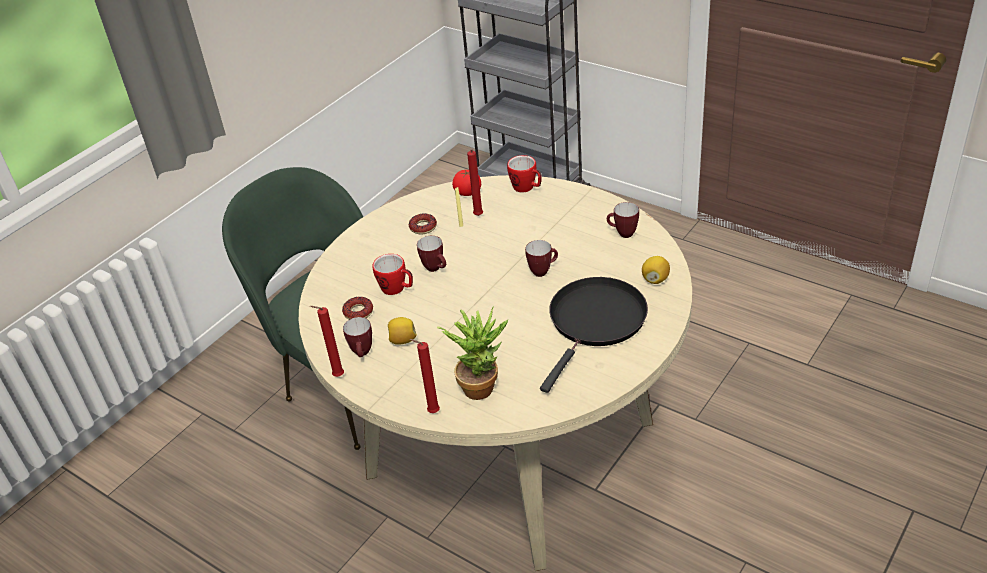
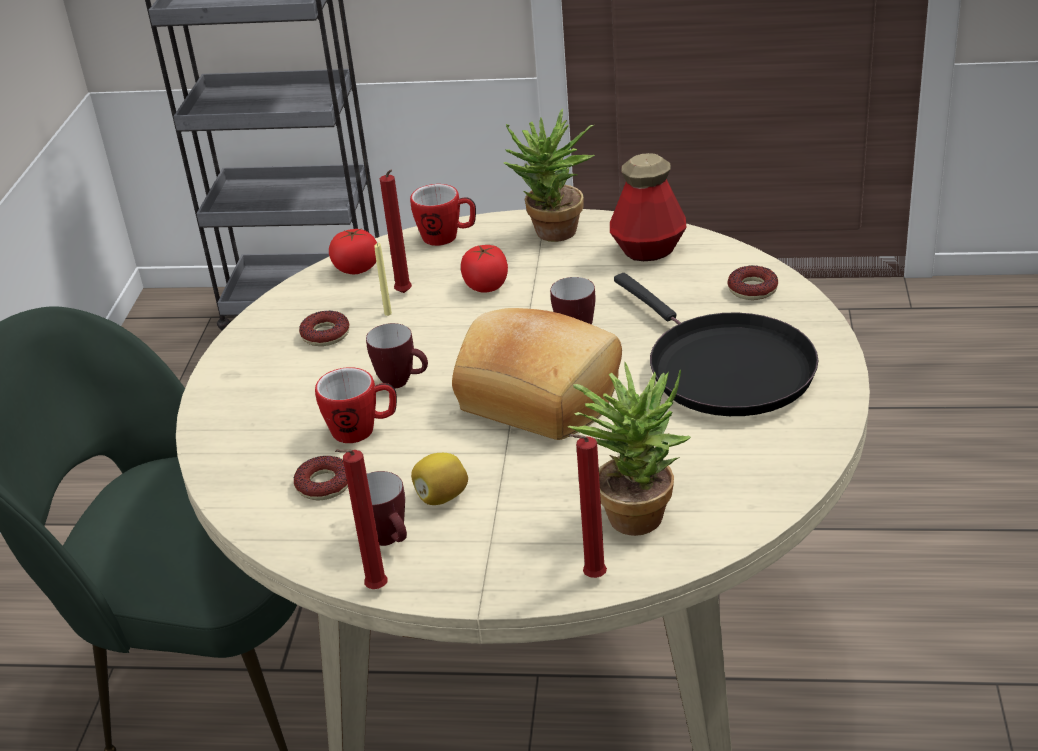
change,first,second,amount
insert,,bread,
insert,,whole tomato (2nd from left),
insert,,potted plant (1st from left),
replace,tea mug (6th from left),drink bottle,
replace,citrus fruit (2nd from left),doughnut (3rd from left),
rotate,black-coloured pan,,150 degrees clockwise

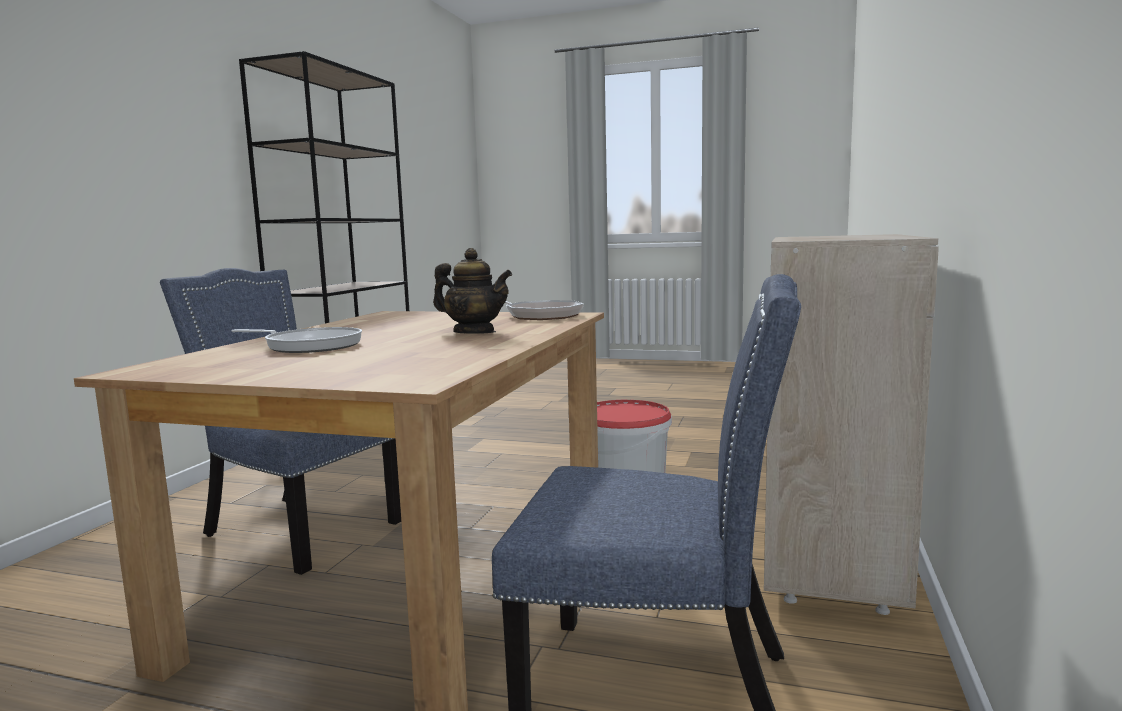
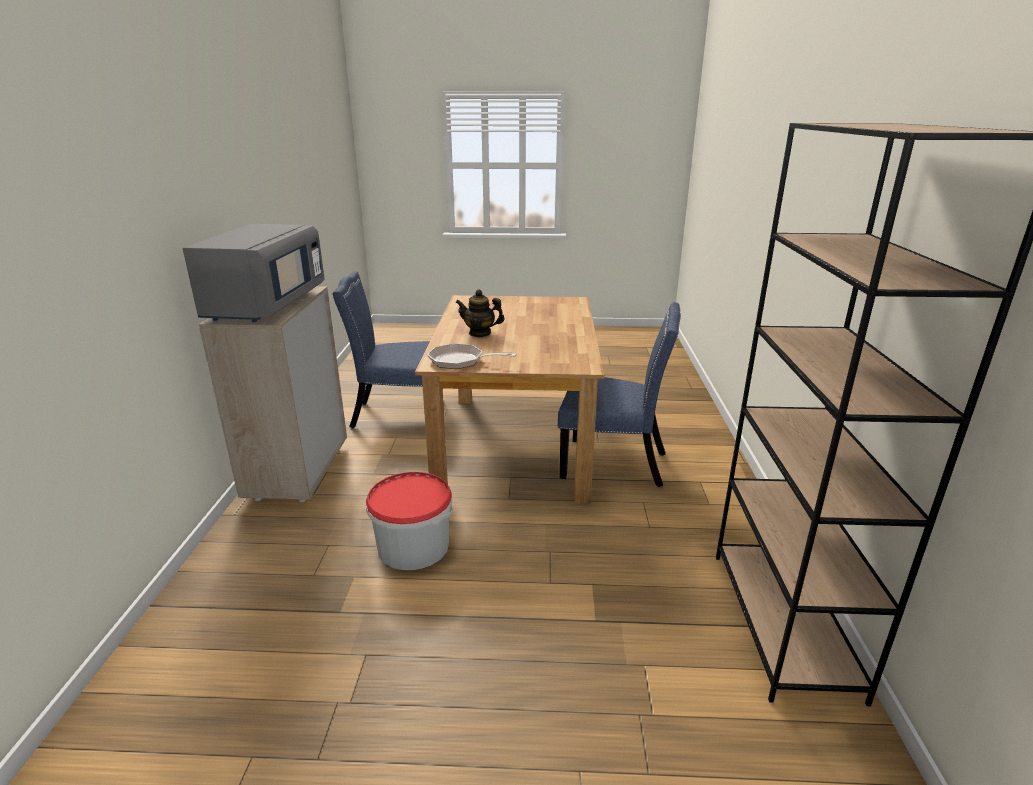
change,first,second,amount
delete,pan (1st from left),,
insert,,gray kitchen microwave,

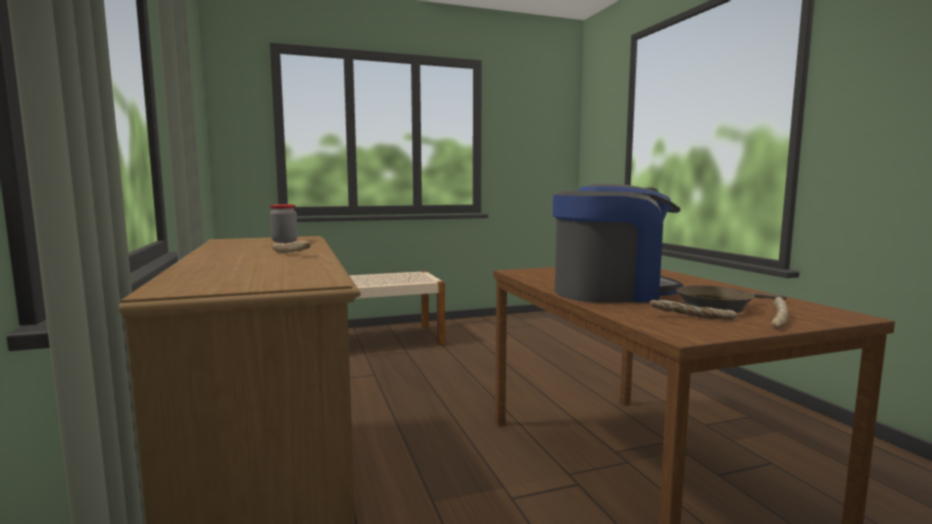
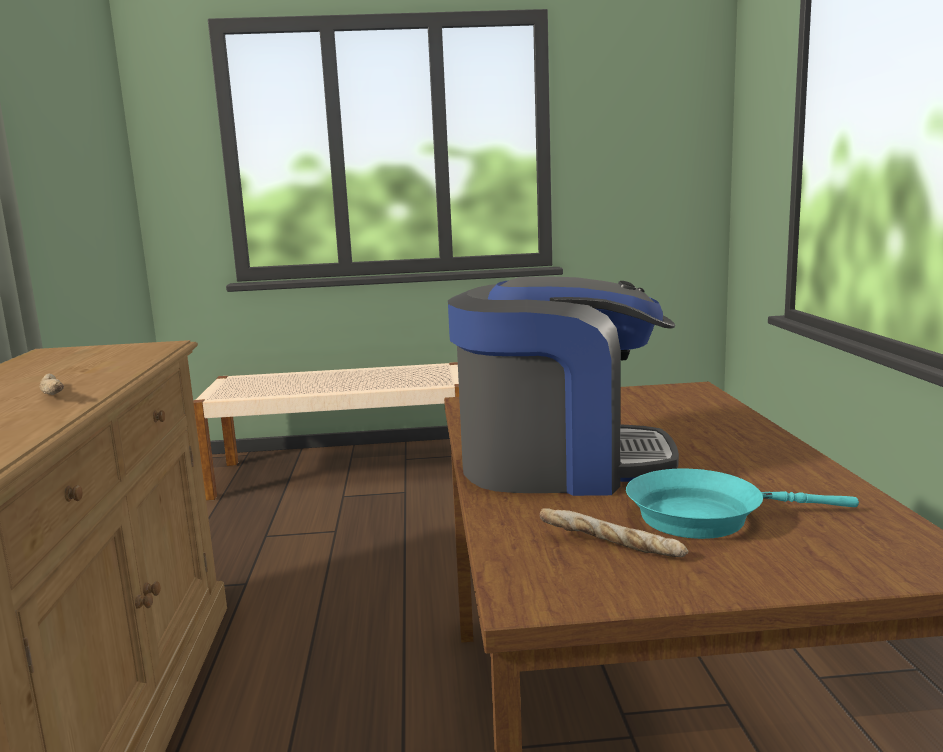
change,first,second,amount
delete,storage jar,,
delete,bread (3rd from left),,
recolor,brownish pan,turquoise-coloured pan,

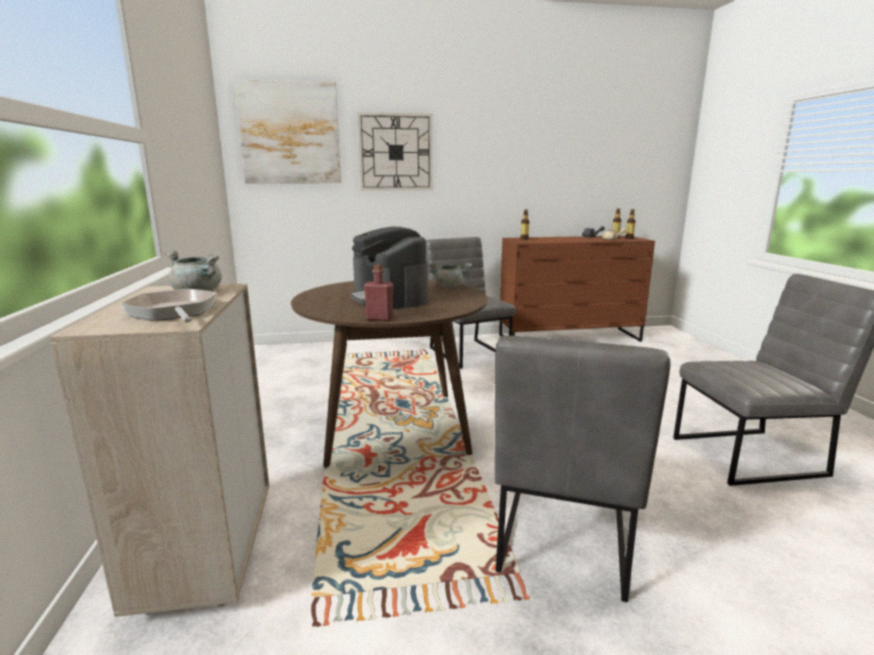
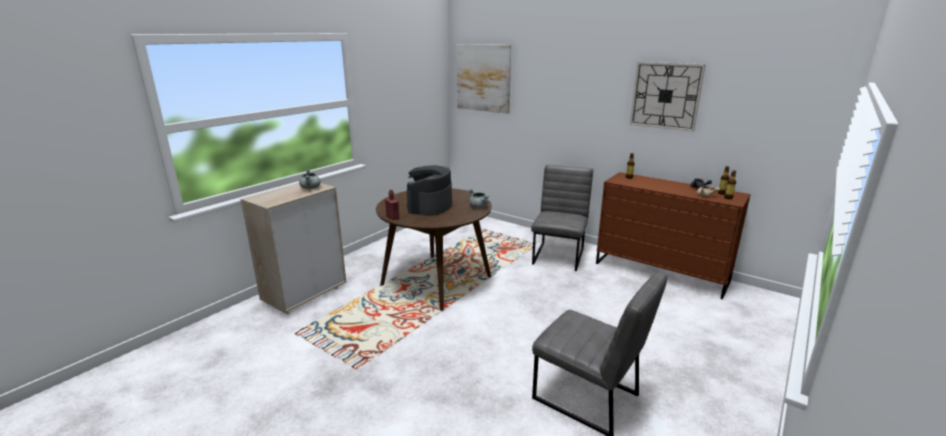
change,first,second,amount
delete,pan,,
delete,gray chair (2nd from left),,
move,hanging clock,,

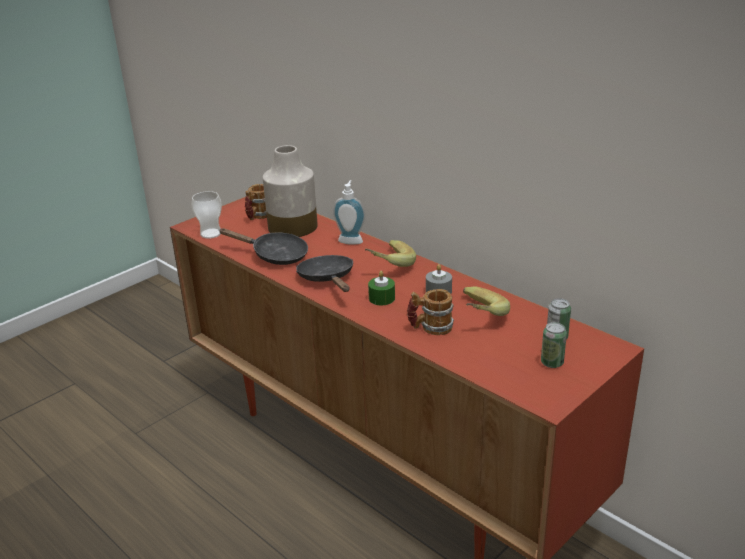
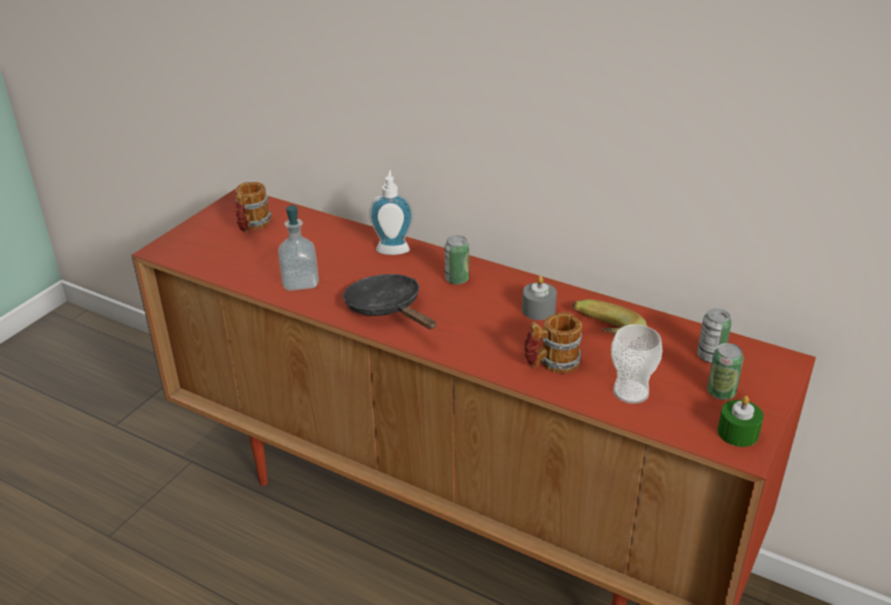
change,first,second,amount
delete,beige-coloured flower vase,,
move,drinking cup,,
move,green-coloured candle,,
replace,black-coloured pan (1st from left),soap dispenser (1st from left),
replace,banana fruit (1st from left),sealed can (1st from left),

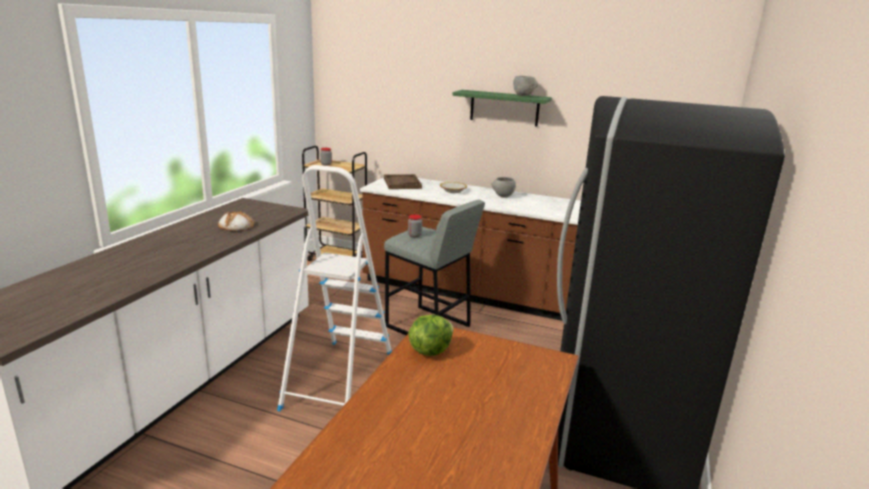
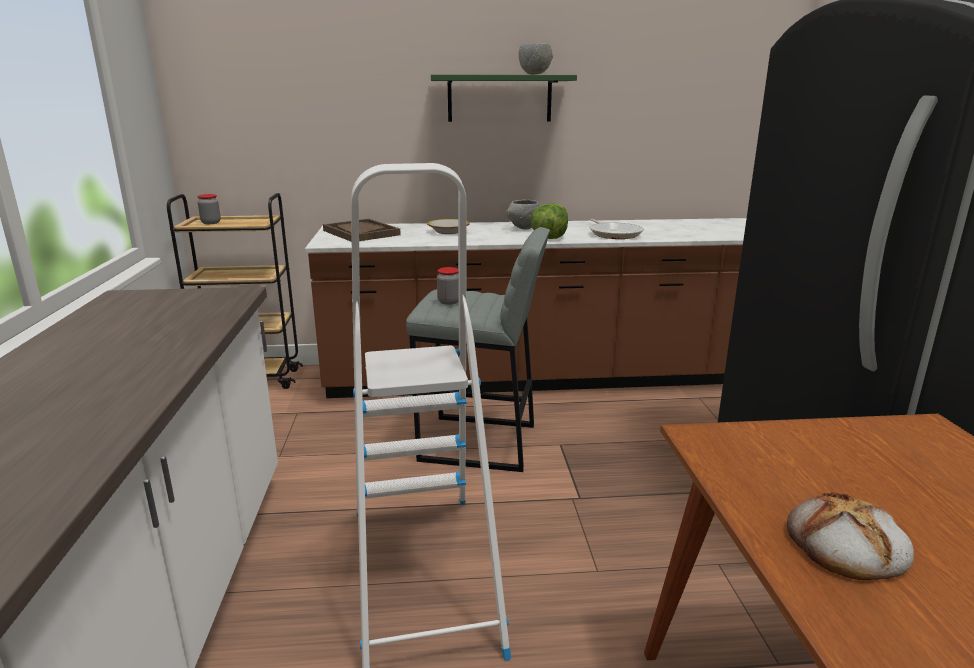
change,first,second,amount
insert,,pan,
move,bread,,
move,lettuce,,

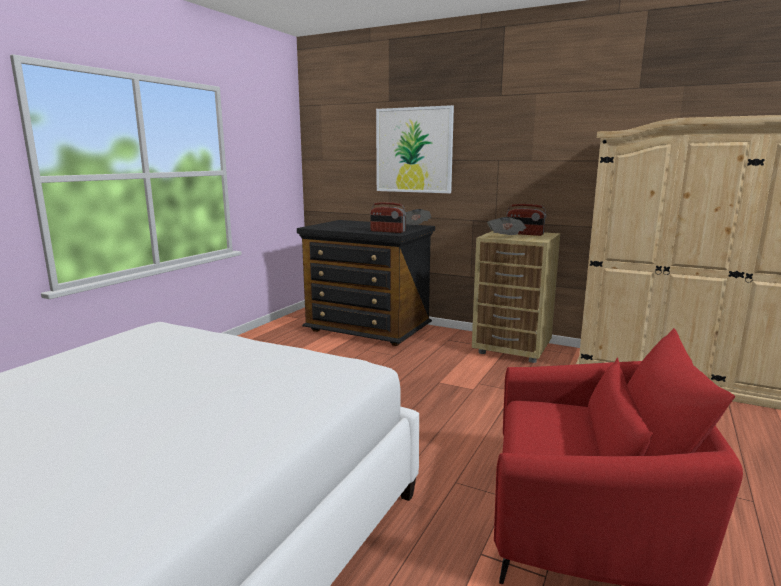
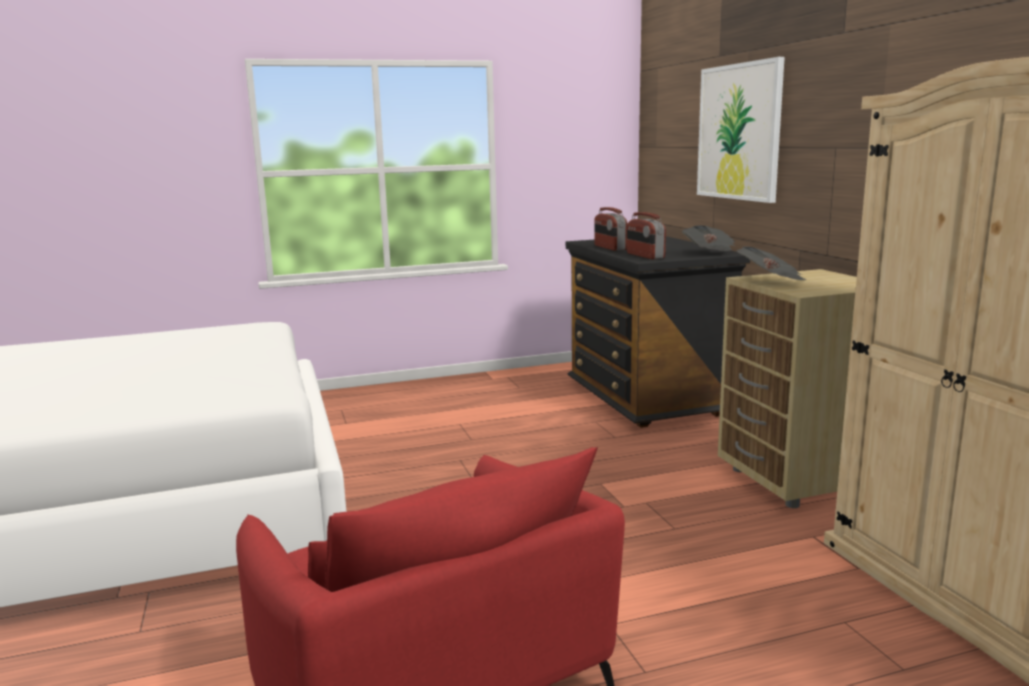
change,first,second,amount
move,radio (2nd from left in the first image),radio (1st from left),

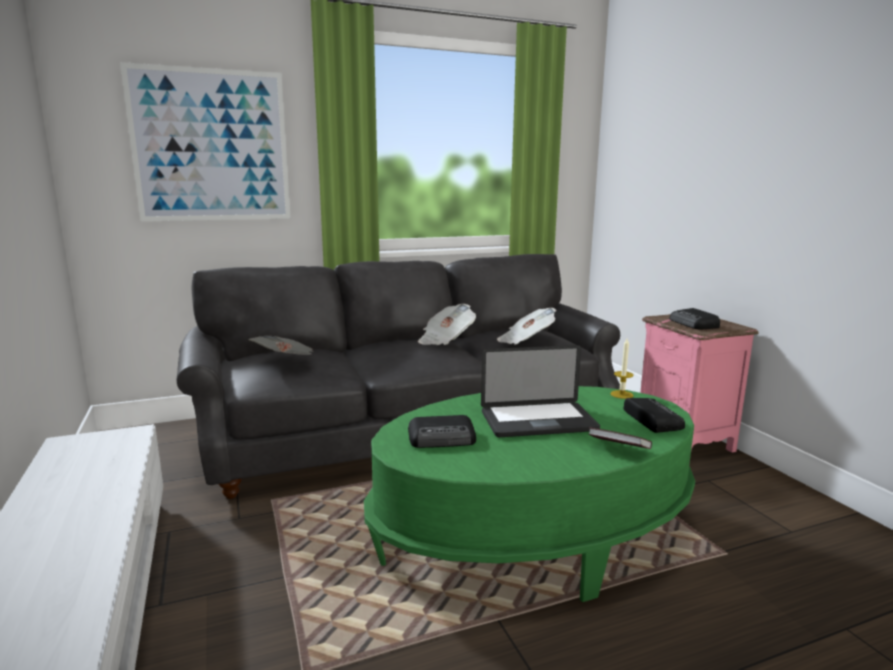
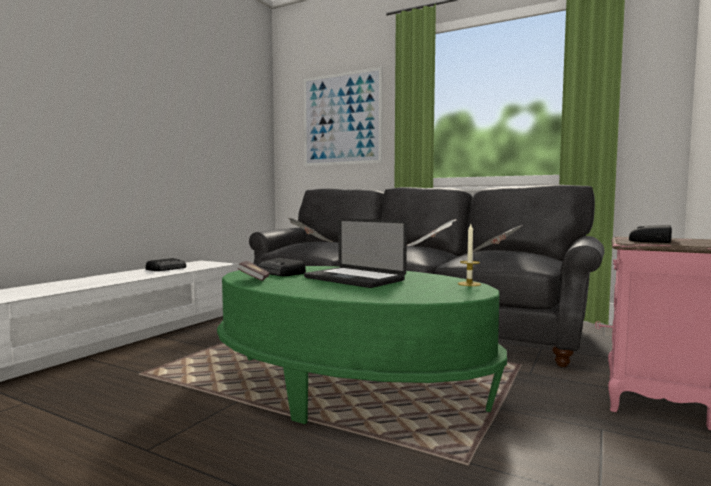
change,first,second,amount
move,bound book,,
move,radio (2nd from left in the first image),radio (1st from left),

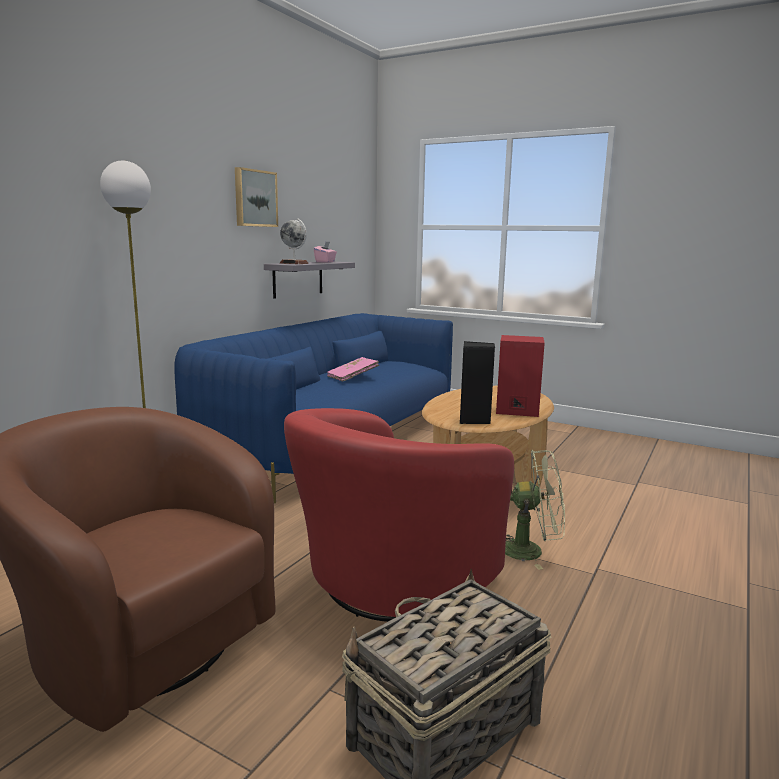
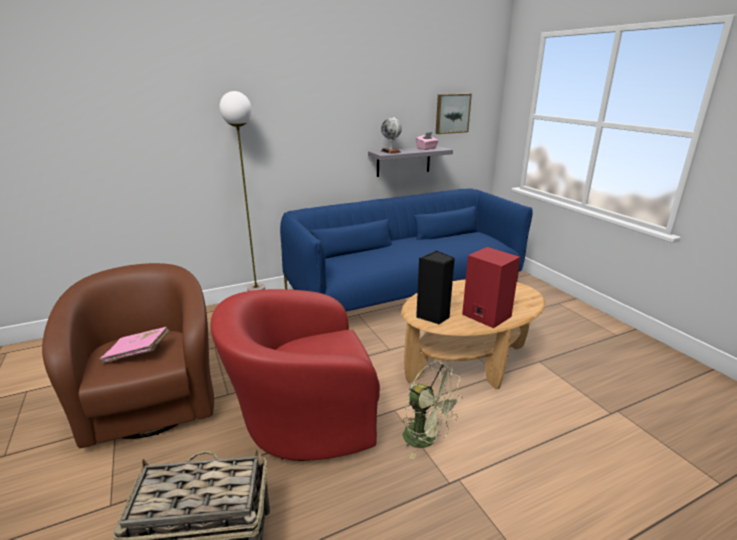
change,first,second,amount
move,wall art,,
move,pink-coloured bound book,,

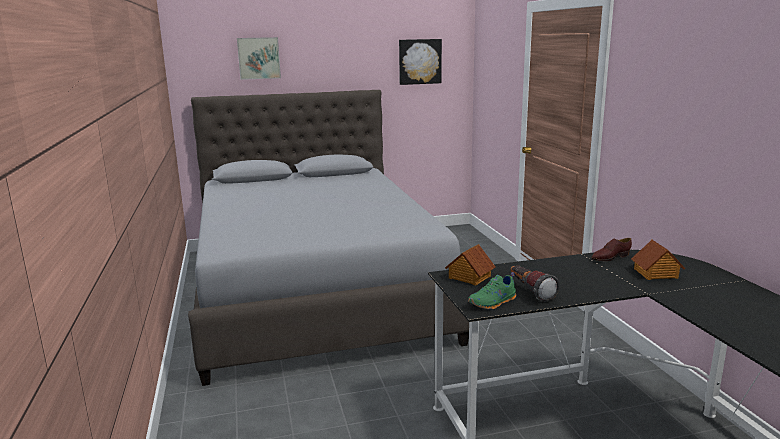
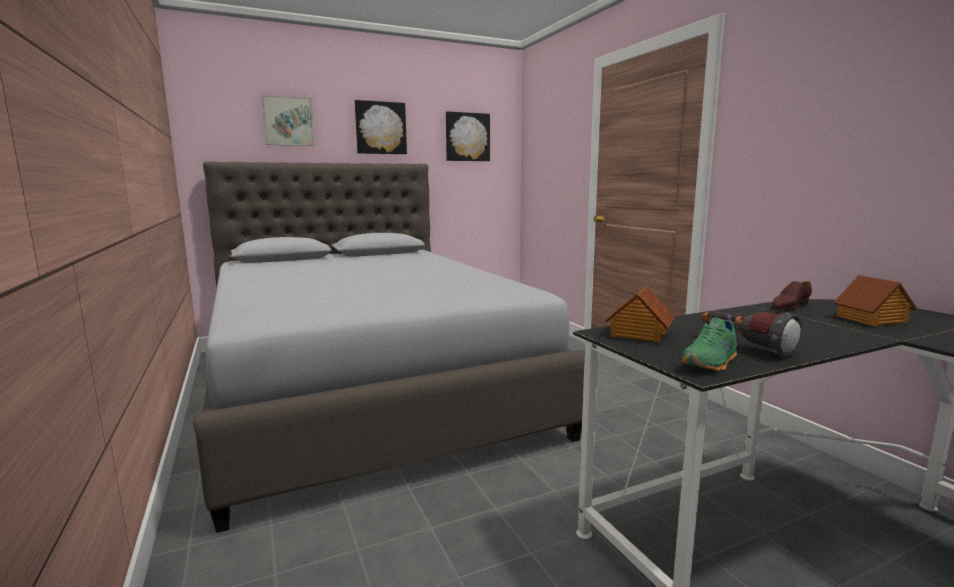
change,first,second,amount
insert,,wall art (2nd from left),

